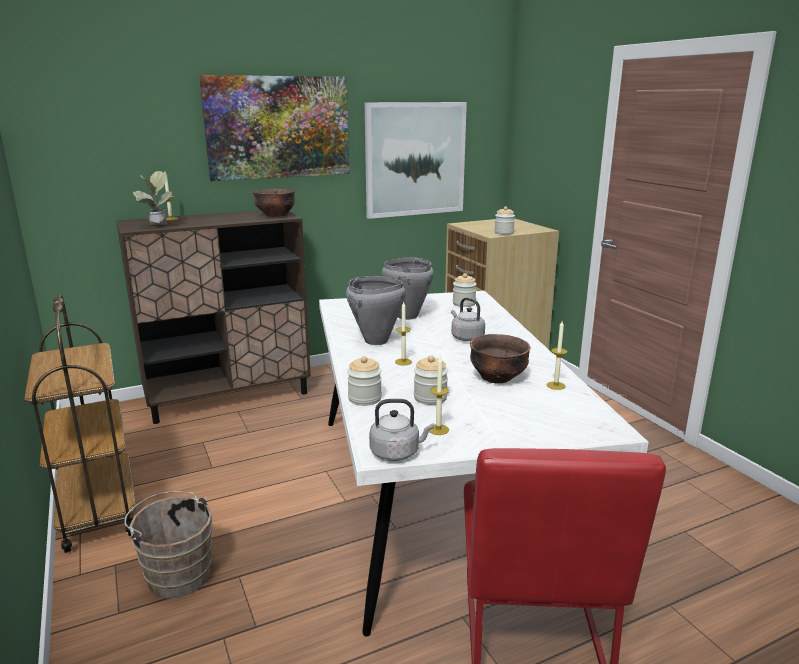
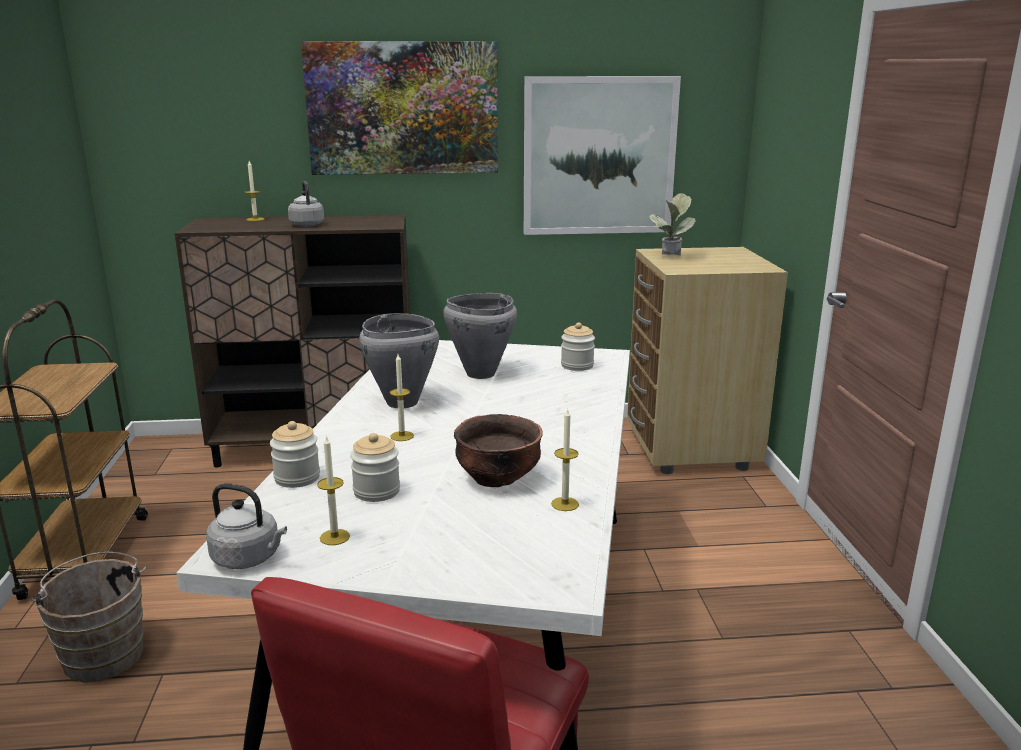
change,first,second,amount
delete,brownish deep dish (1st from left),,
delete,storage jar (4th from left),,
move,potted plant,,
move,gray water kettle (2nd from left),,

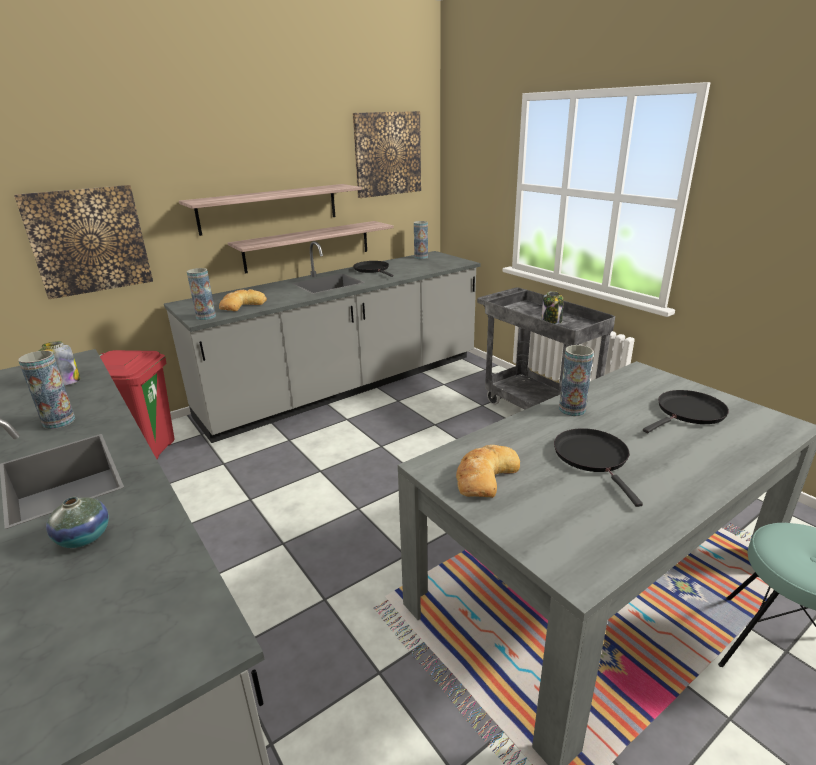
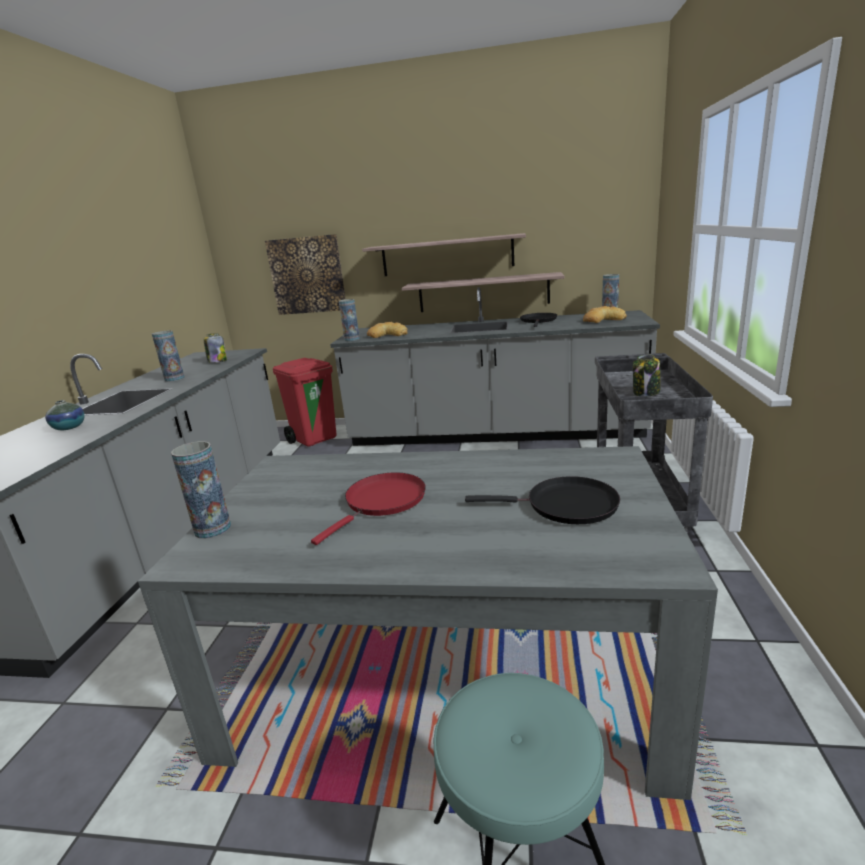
change,first,second,amount
delete,wall art (2nd from left),,
move,bread (2nd from left),,
move,flower vase (5th from left in the first image),flower vase (3rd from left),
recolor,black-coloured pan (2nd from left),red pan,

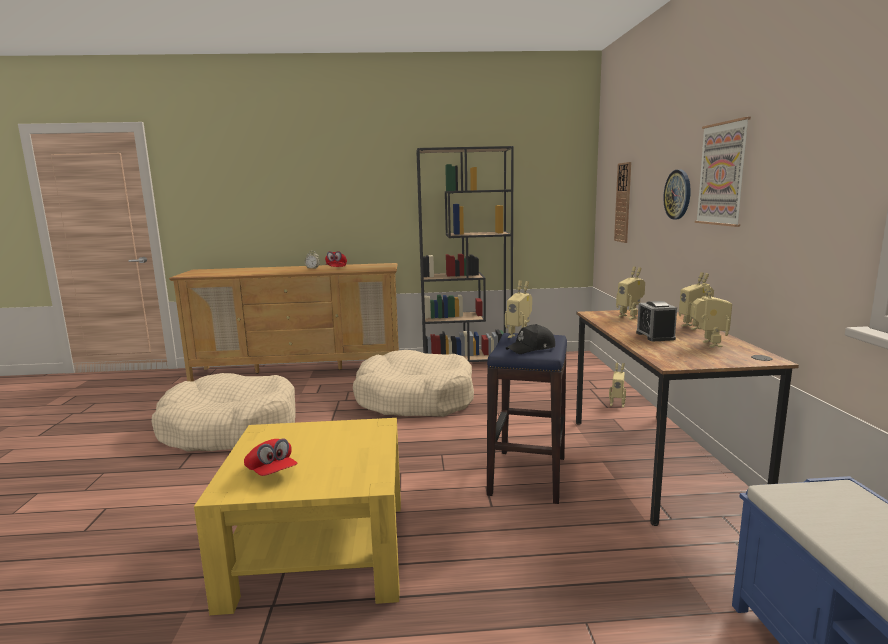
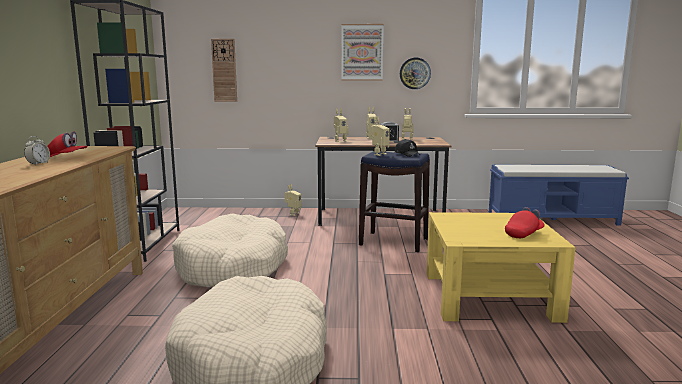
change,first,second,amount
move,hanging clock (2nd from left),,

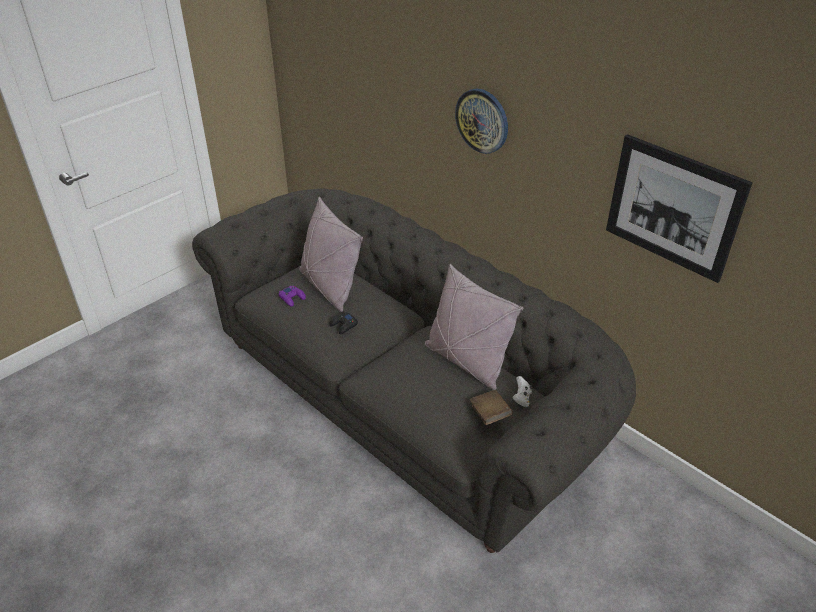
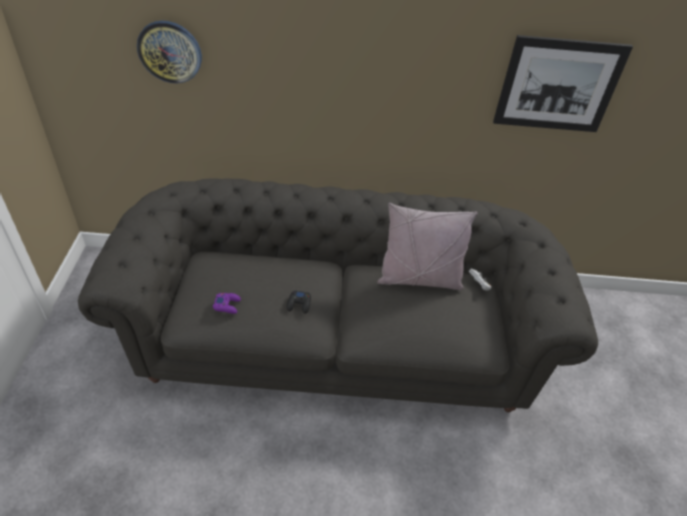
change,first,second,amount
delete,purple cushion (1st from left),,
delete,brownish bound book,,
move,hanging clock,,

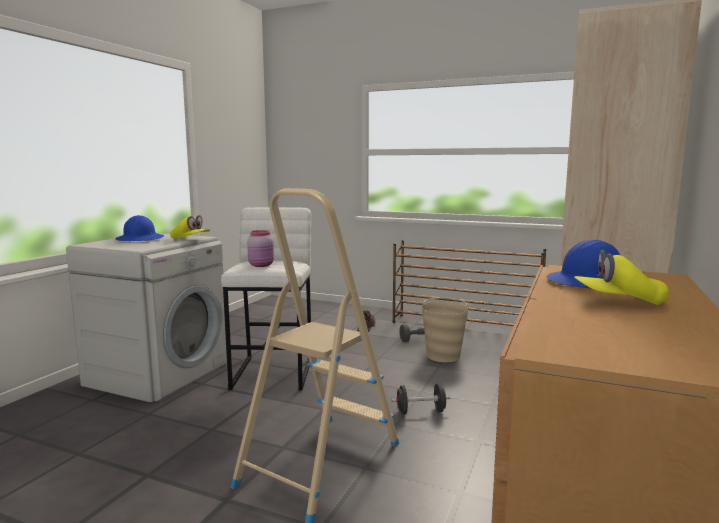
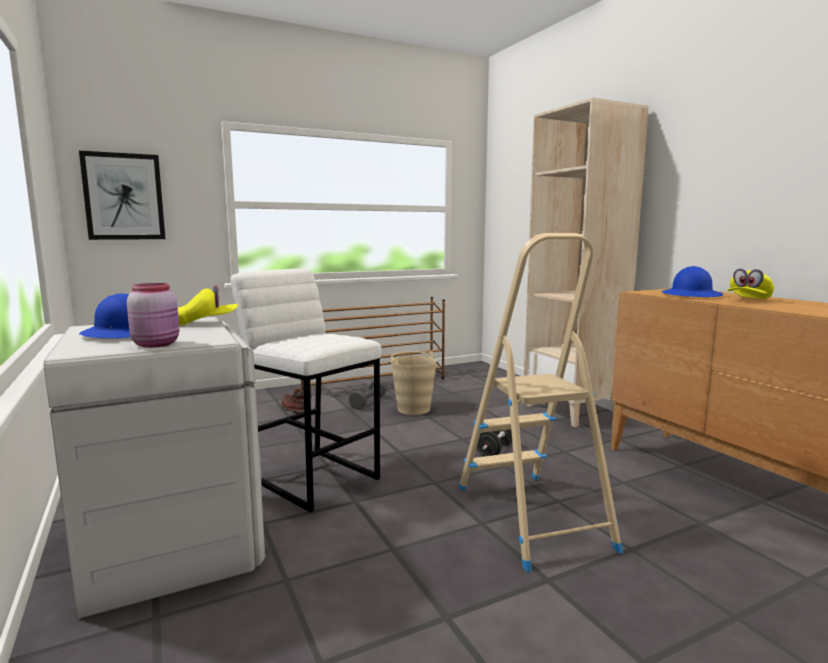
change,first,second,amount
insert,,wall art,
move,pink-coloured storage jar,,

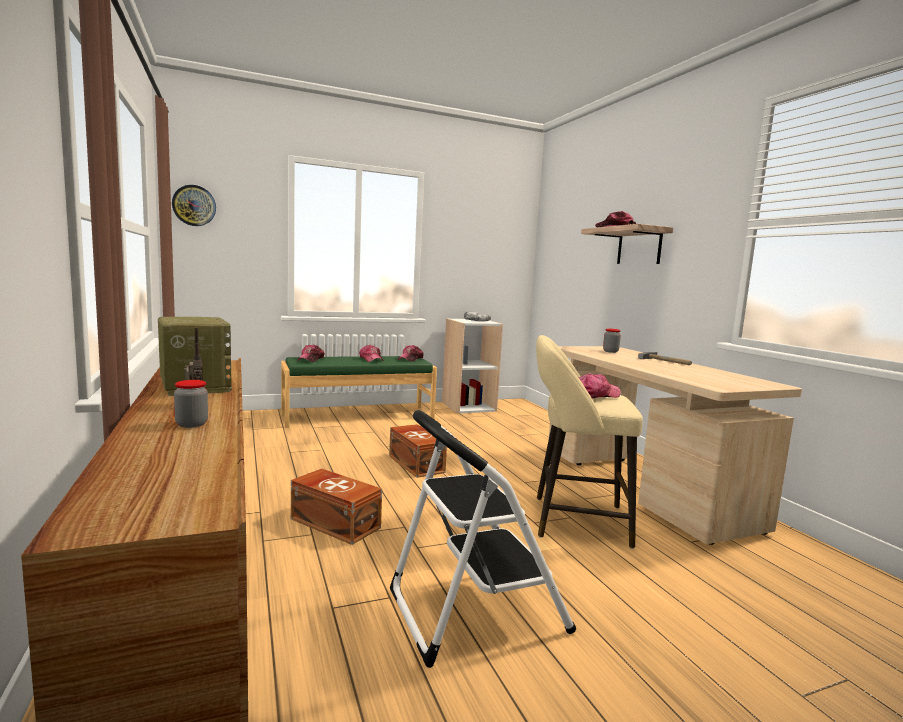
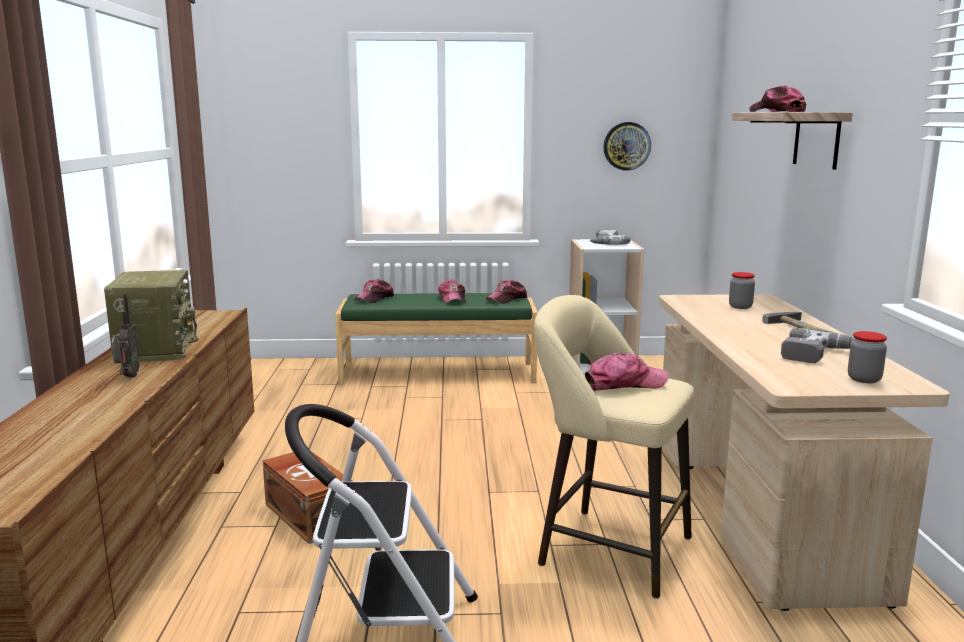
change,first,second,amount
delete,brownish storage container (2nd from left),,
insert,,power drill (2nd from left),
move,hanging clock,,
move,storage jar (1st from left in the first image),storage jar (2nd from left),

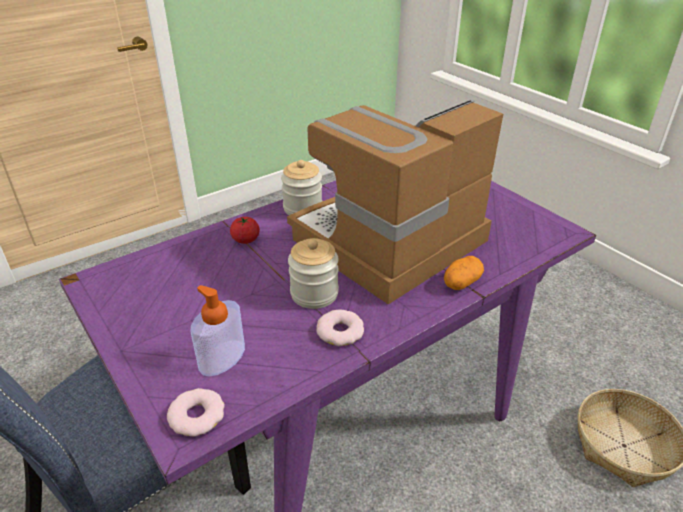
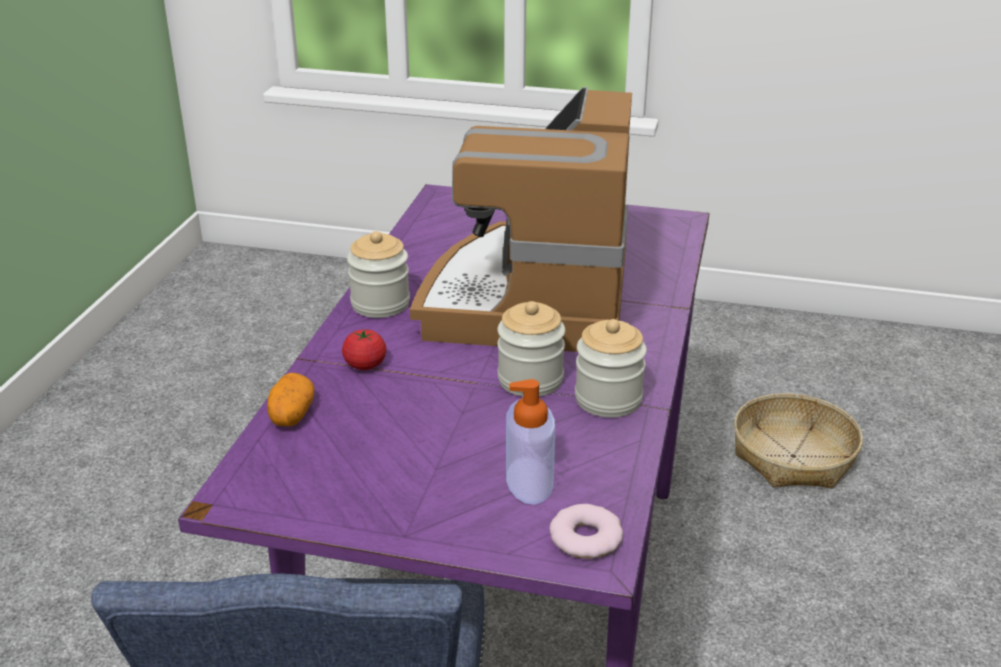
change,first,second,amount
move,potato,,
replace,doughnut (2nd from left),storage jar (3rd from left),

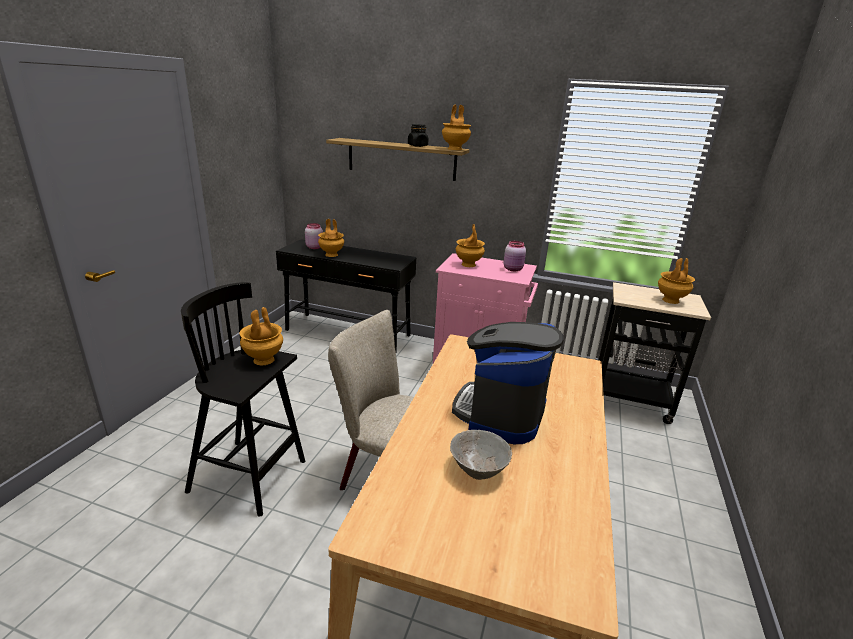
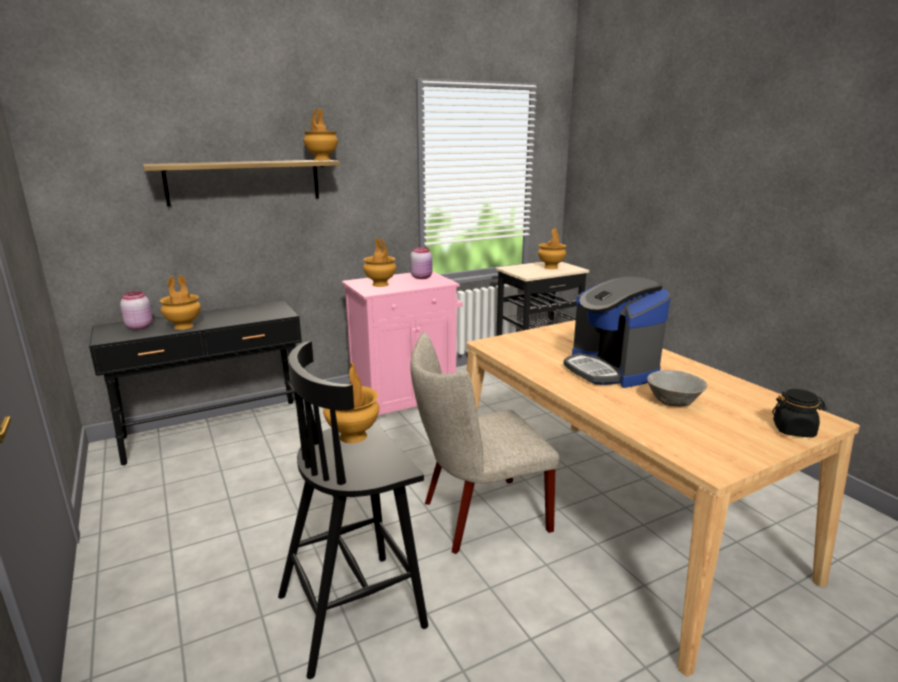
change,first,second,amount
move,black-coloured storage jar,,

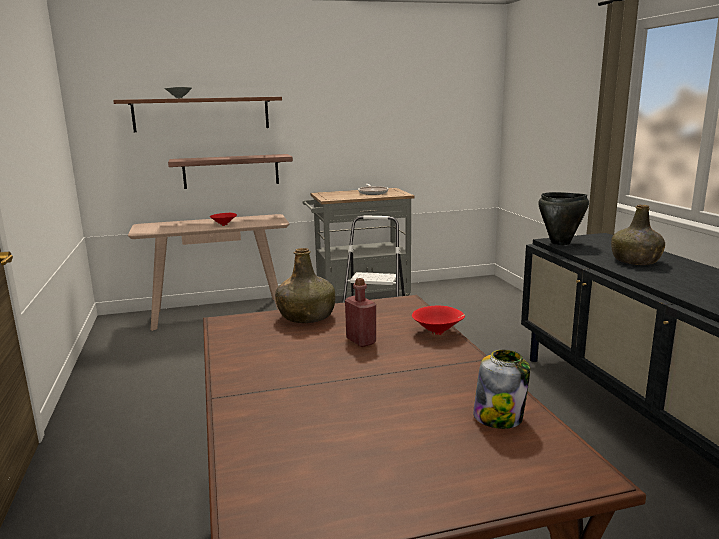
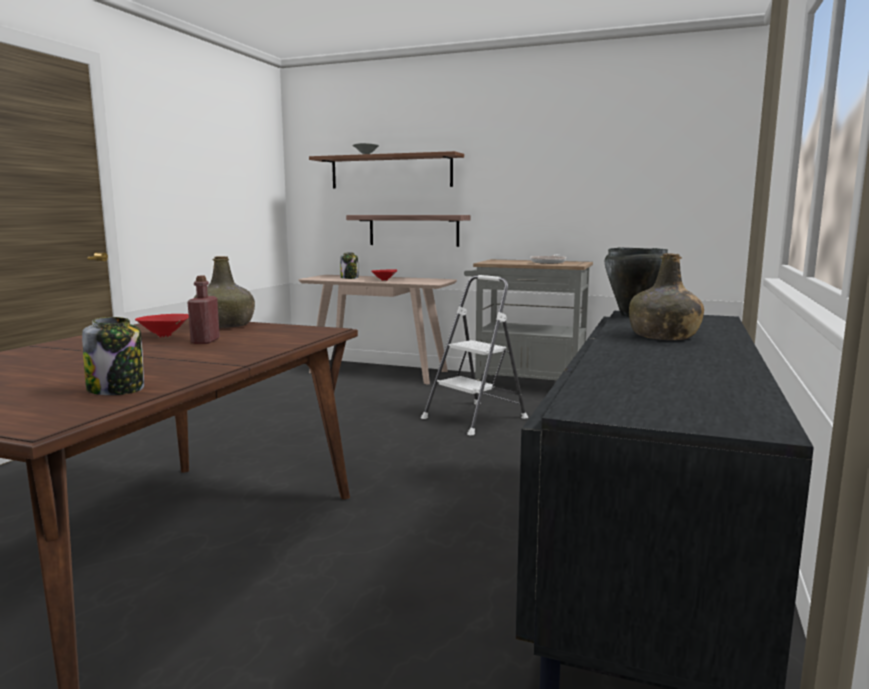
change,first,second,amount
insert,,storage jar (2nd from left),
move,red deep dish (2nd from left in the first image),red deep dish (1st from left),

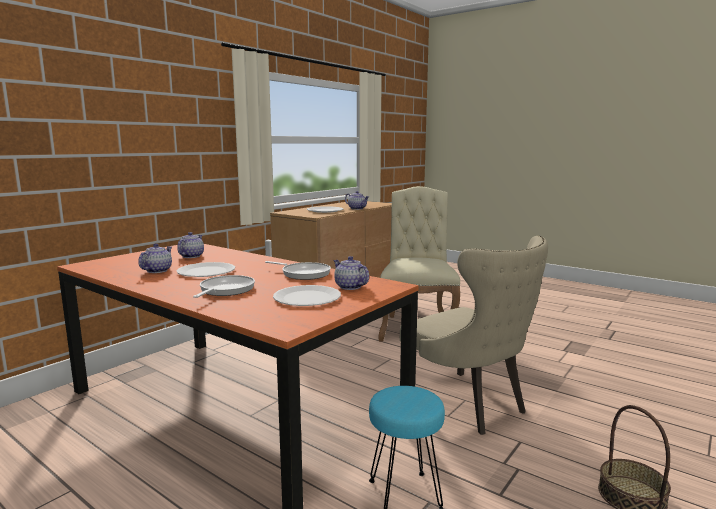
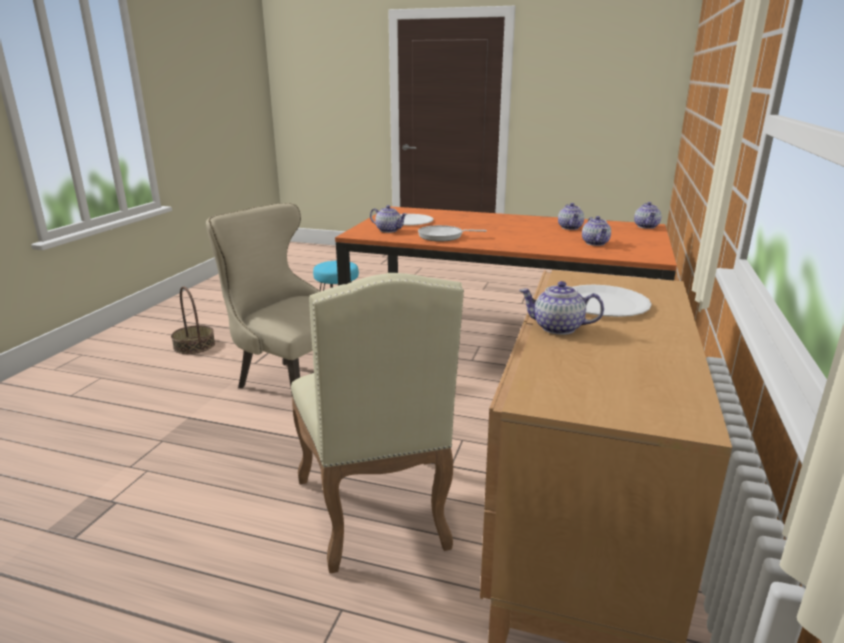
change,first,second,amount
delete,white plate (1st from left),,
delete,pan (1st from left),,
insert,,pot for tea (5th from left),

